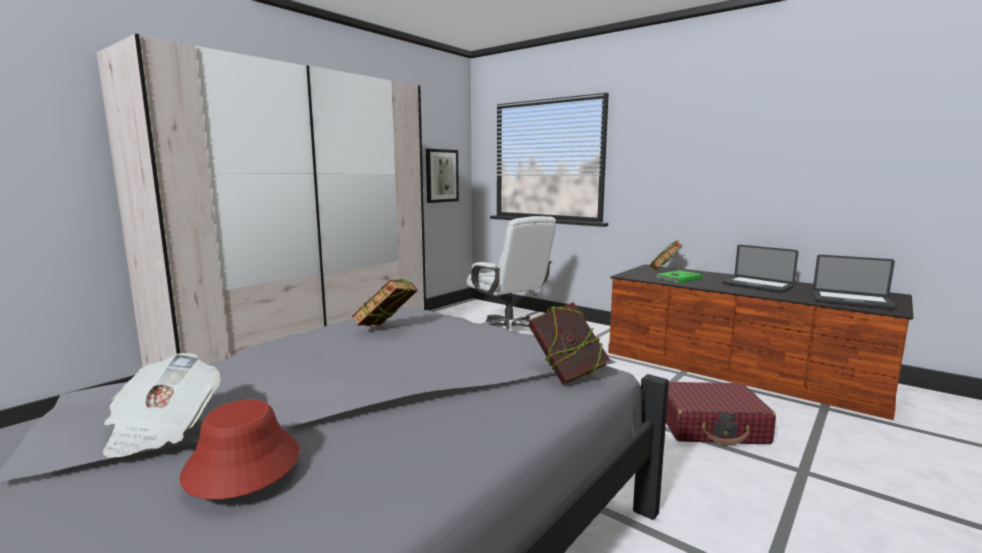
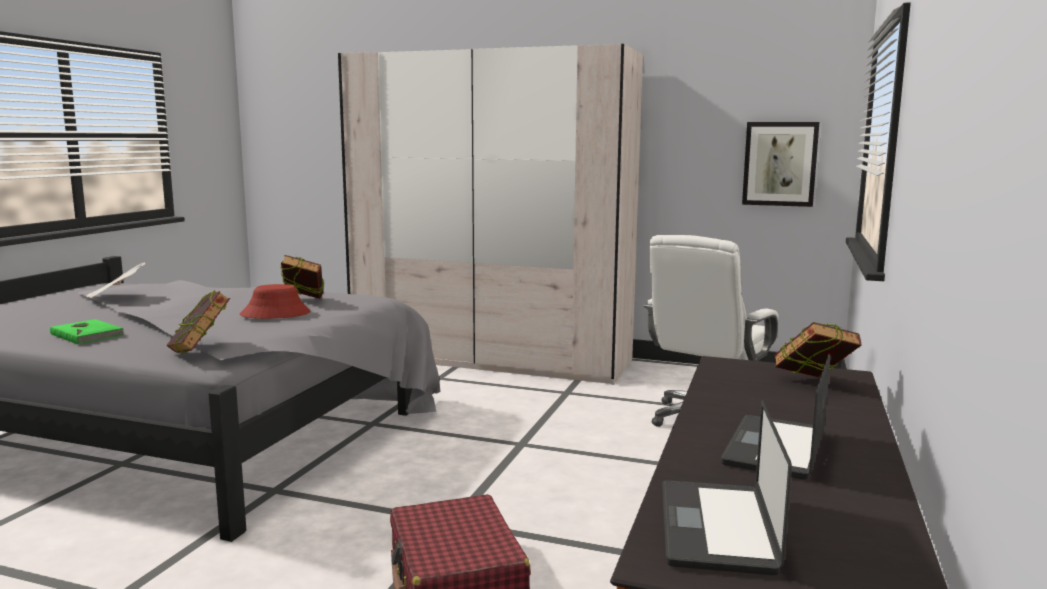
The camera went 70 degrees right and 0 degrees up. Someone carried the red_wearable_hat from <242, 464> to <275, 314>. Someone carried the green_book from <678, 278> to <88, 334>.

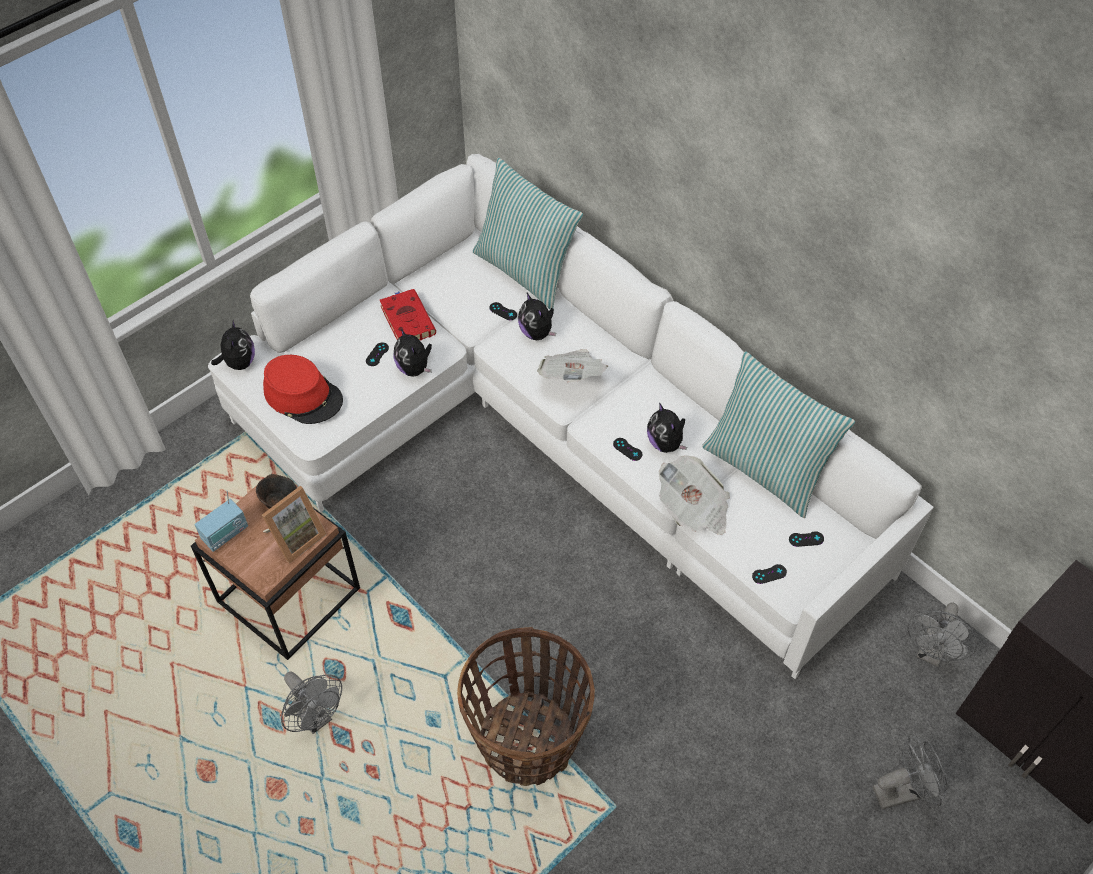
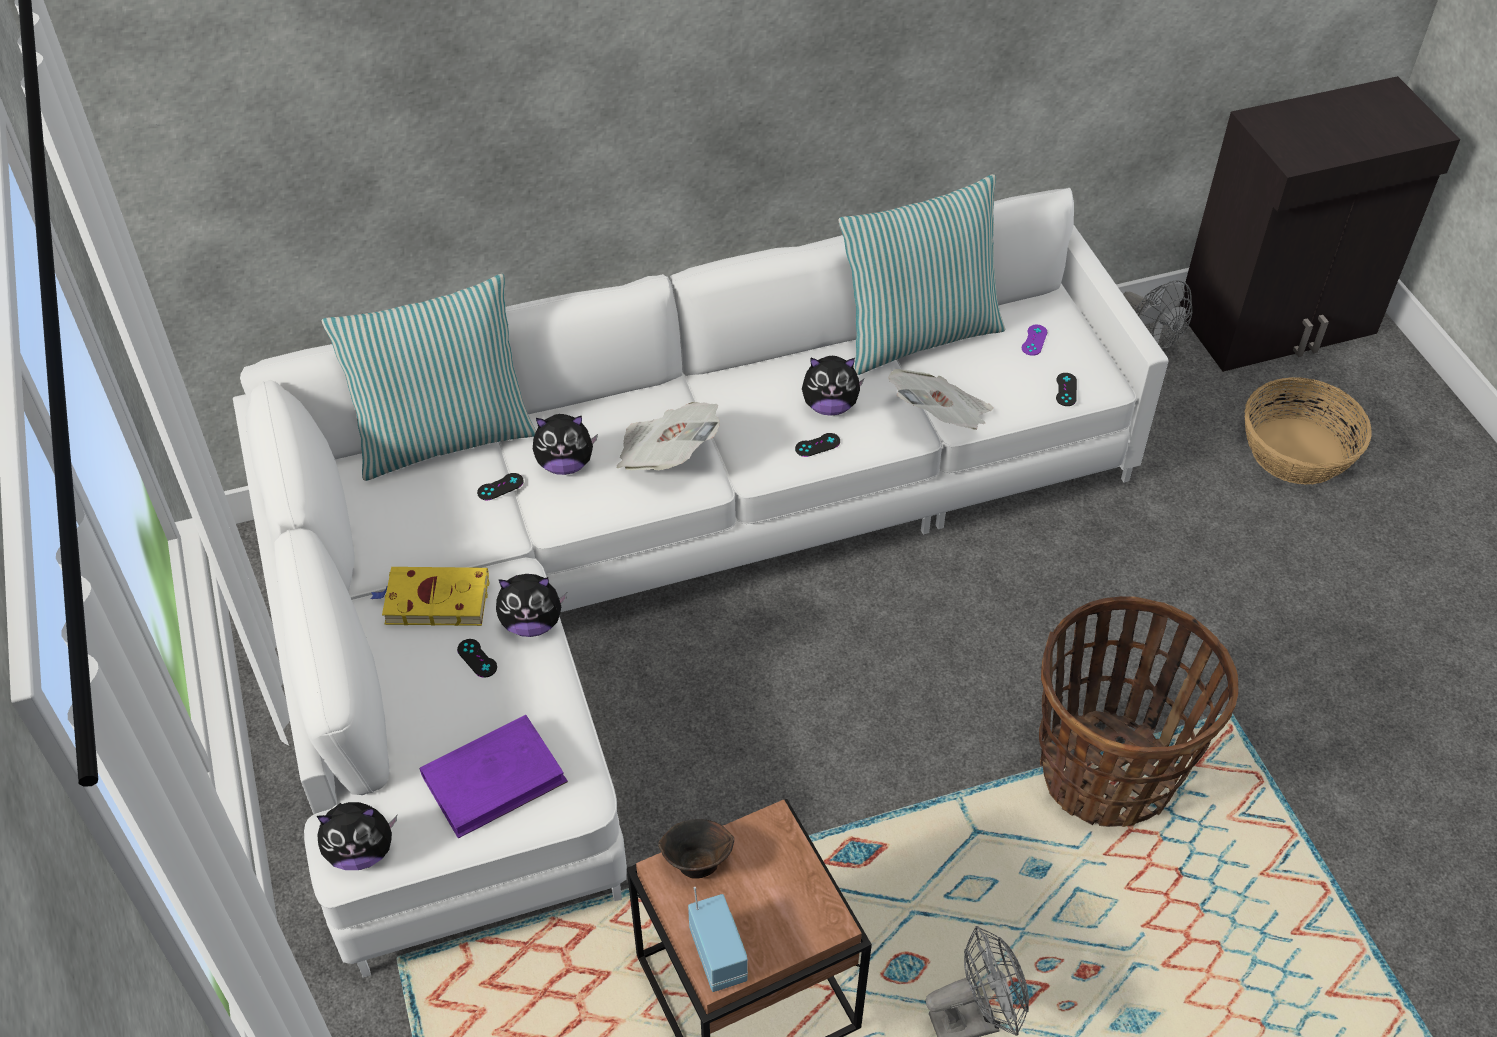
The camera went 65 degrees left and 5 degrees down. Someone rotated the soft_toy at <239, 362> by 150 degrees clockwise. Someone took away the picture_frame at <295, 537>. Someone swapped the red_wearable_hat at <303, 396> for the purple_book at <494, 779>. Someone repainted the red_book at <406, 319>, which became the yellow-coloured_book at <433, 601>. Someone repainted the black-coloured_joypad at <806, 539>, which became the purple_joypad at <1034, 340>. Someone swapped the gray_fan at <902, 790> for the storage_basket at <1296, 451>.

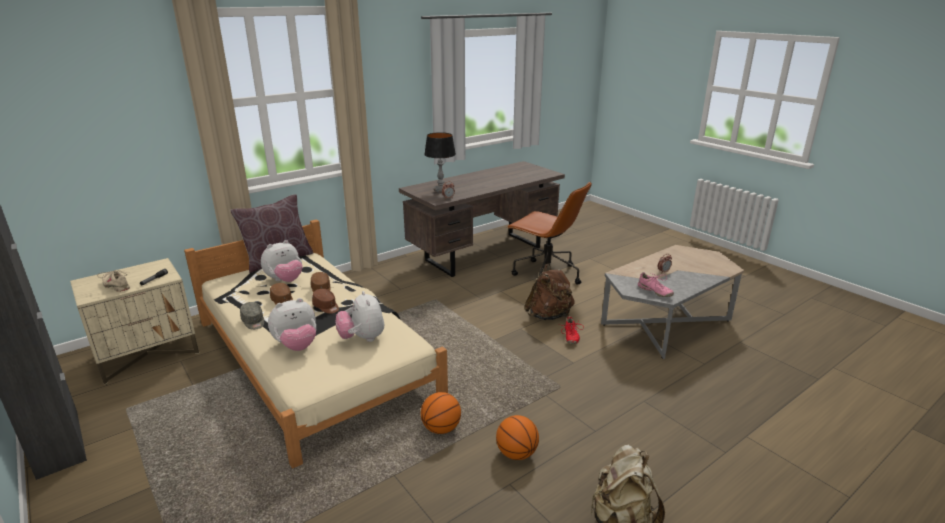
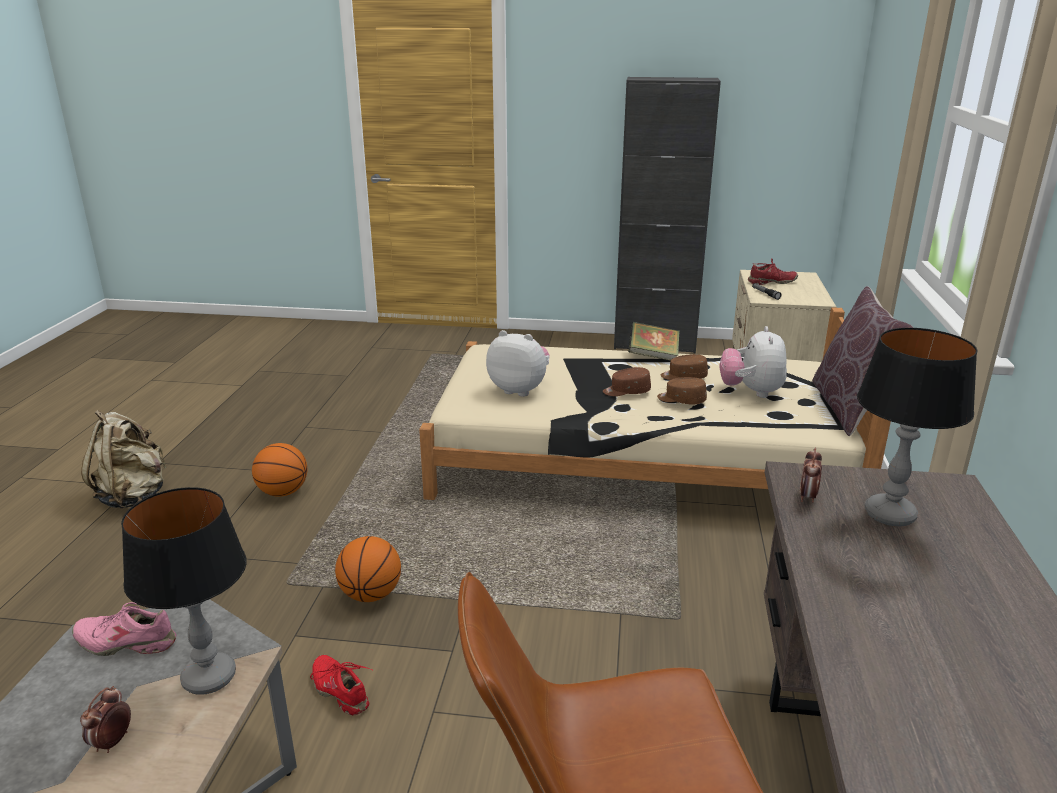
The camera went 135 degrees right and 0 degrees up. Someone repainted the beige-coloured_item_of_footwear at <117, 285>, which became the red_item_of_footwear at <772, 282>. Someone swapped the gray_peaked_cap at <253, 321> for the book at <653, 356>. Someone took away the soft_toy at <297, 346>. Someone carried the basketball_ball from <441, 428> to <371, 594>. Someone took away the brownish_backpack at <549, 316>. Someone put down the lamp_for_a_table at <208, 678>.

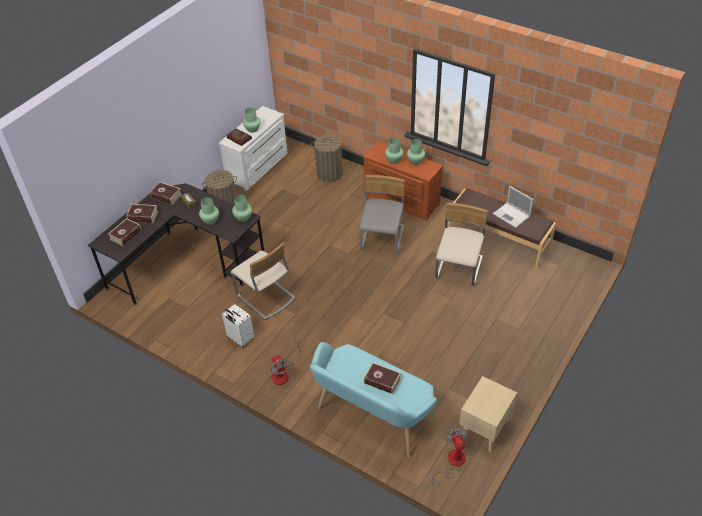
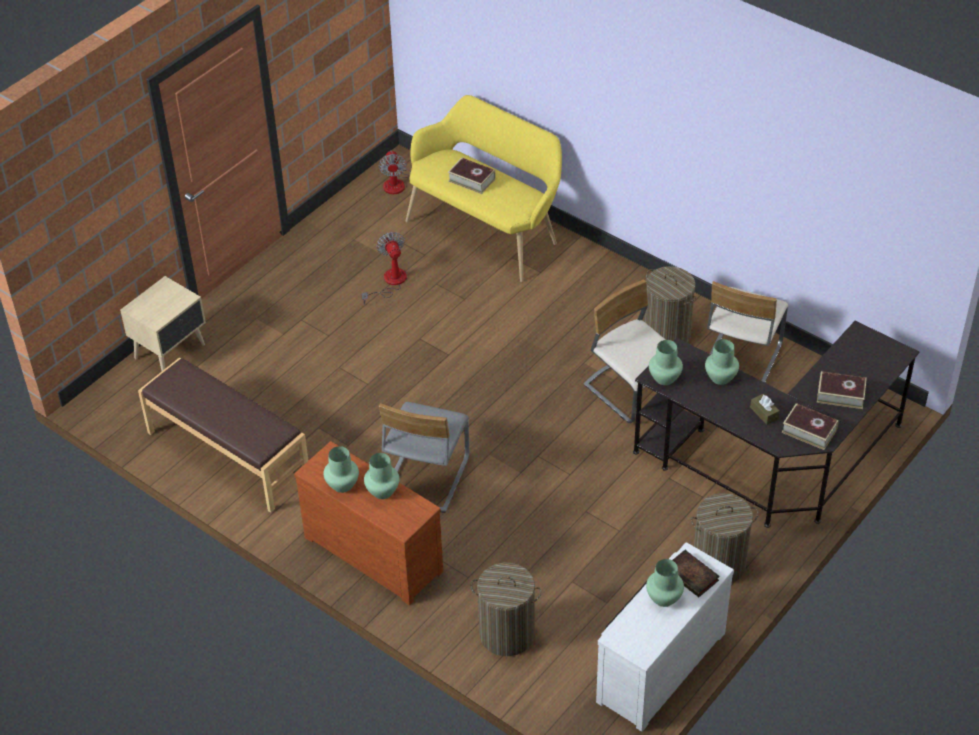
The camera went 175 degrees left and 0 degrees up. Someone took away the book at <125, 235>. Someone swapped the white_suitcase at <240, 339> for the hamper at <667, 333>. Someone carried the fan from <283, 373> to <390, 282>. Someone repainted the turquoise-coloured_indoor_bench at <372, 418>, which became the yellow-coloured_indoor_bench at <487, 230>. Someone carried the beige-coloured_chair from <459, 268> to <740, 360>. Someone carried the beige-coloured_bedside_table from <484, 429> to <171, 351>. Someone took away the portable_computer at <512, 215>.

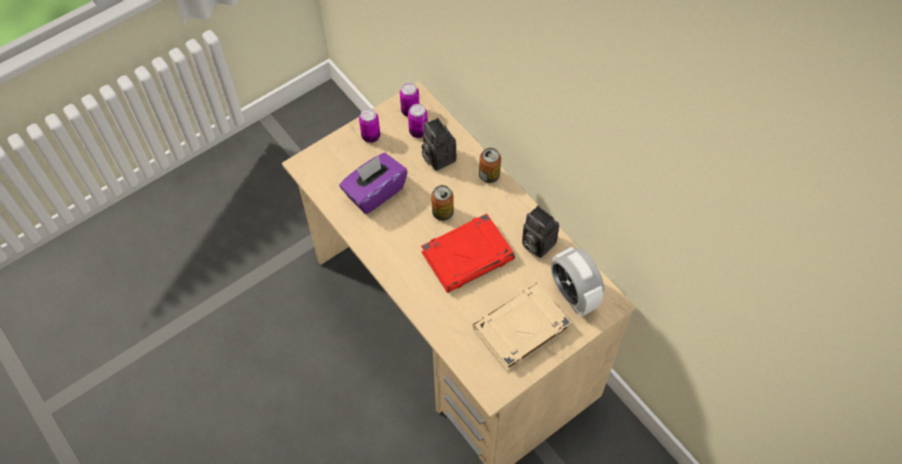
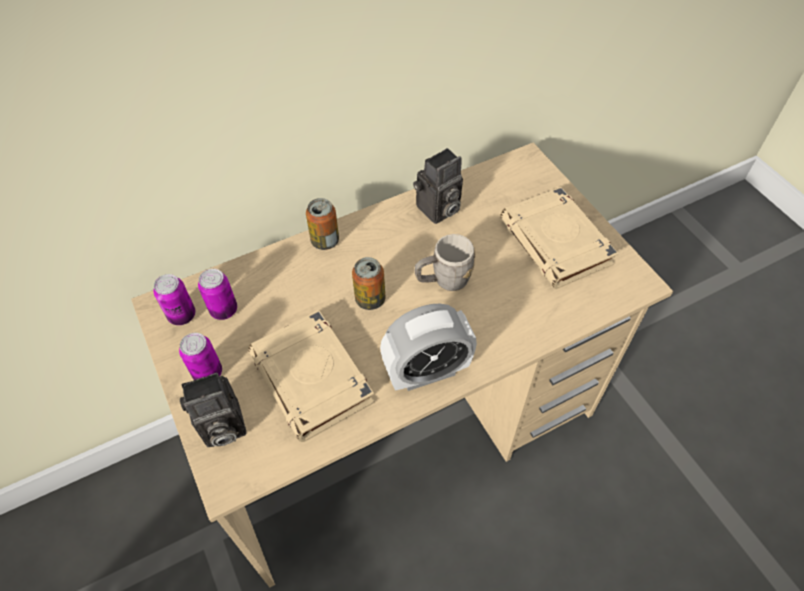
The camera went 80 degrees left and 5 degrees down. Someone swapped the purple_tissue_holder at <374, 192> for the beige-coloured_book at <313, 379>. Someone swapped the red_book at <468, 255> for the gray_coffee_mug at <443, 280>. Someone carried the still_camera from <437, 157> to <221, 428>. Someone carried the alarm_clock from <573, 295> to <427, 372>.

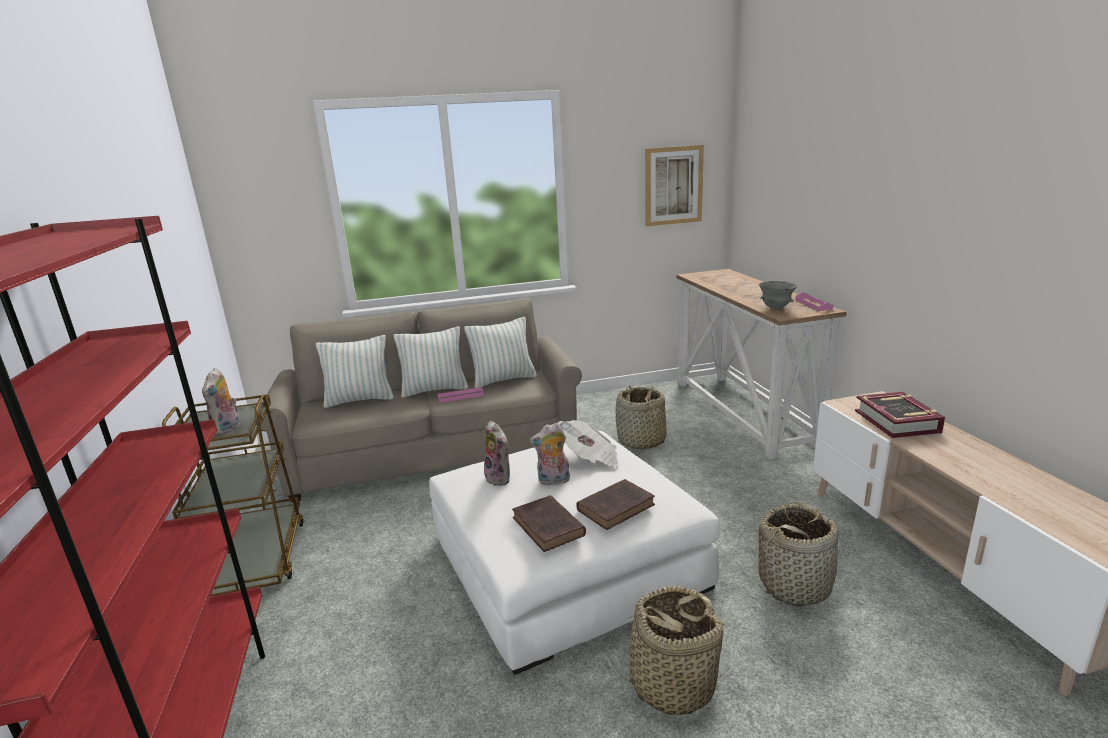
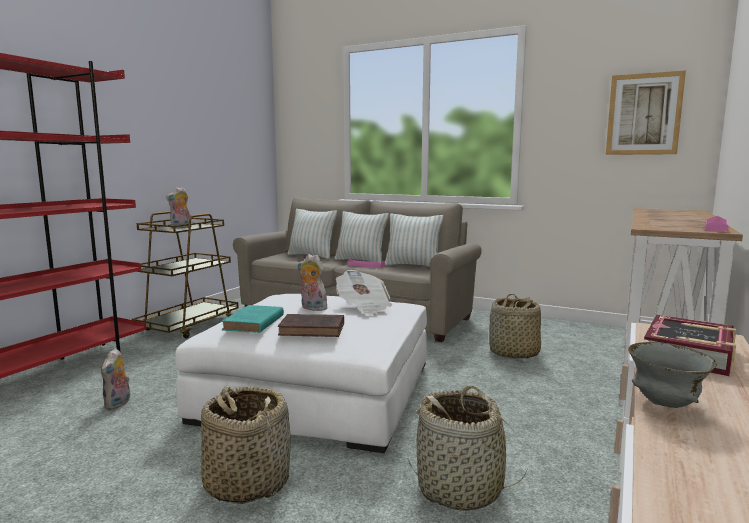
The camera went 40 degrees right and 10 degrees down. Someone carried the soft_toy from <500, 478> to <118, 404>. Someone repainted the brownish_book at <549, 528>, which became the turquoise-coloured_book at <253, 323>. Someone carried the gray_bowl from <775, 308> to <664, 405>.

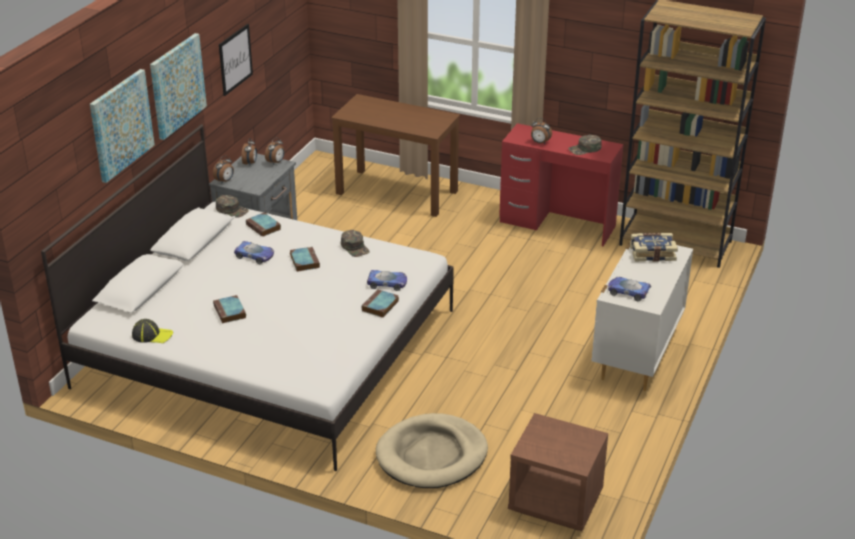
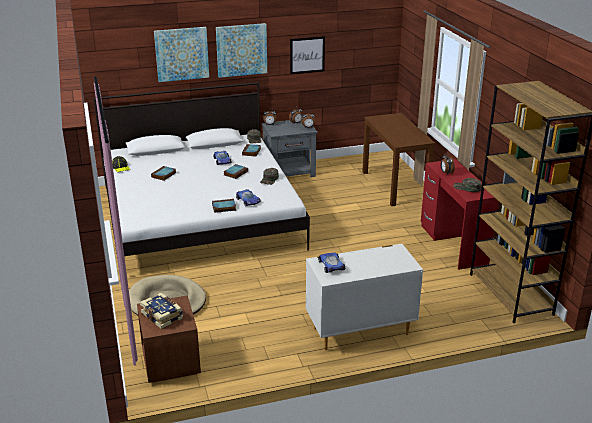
The camera went 50 degrees right and 5 degrees down. Someone carried the book from <652, 253> to <163, 315>.

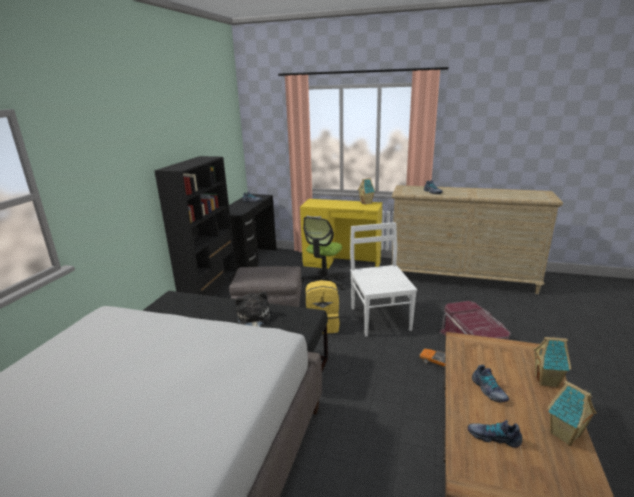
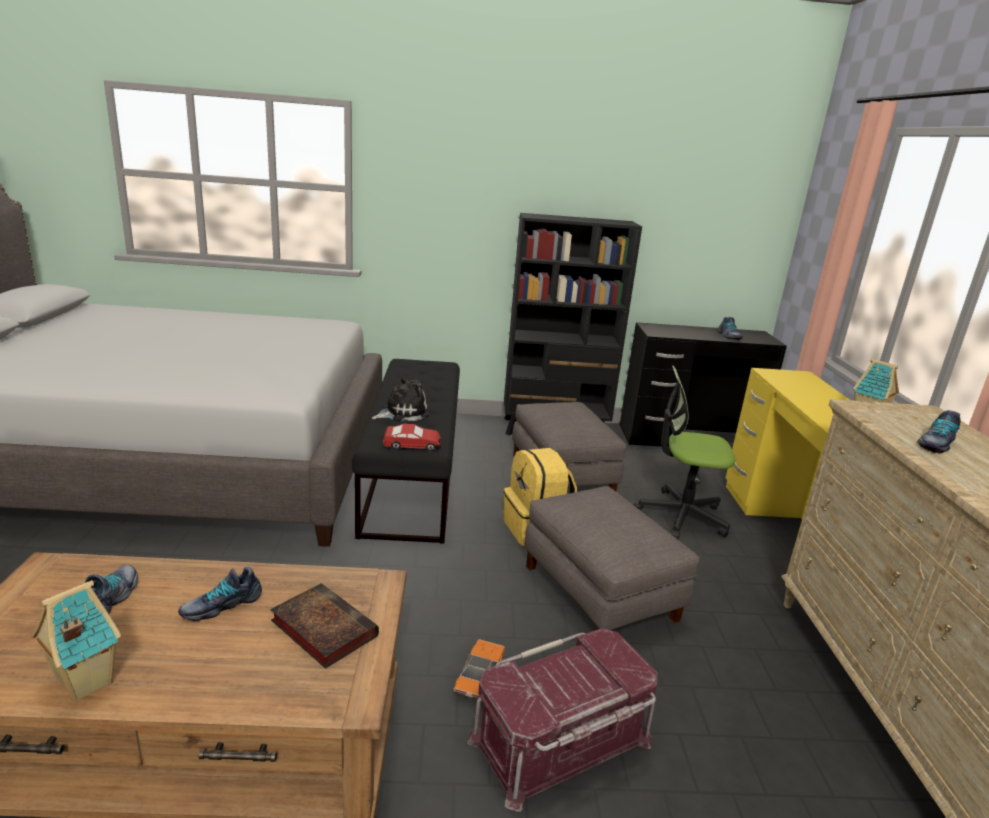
The camera went 70 degrees right and 0 degrees up. Someone swapped the white_chair at <380, 317> for the gray_footrest at <601, 592>. Someone took away the model_house at <547, 381>. Someone put down the book at <321, 628>. Someone put down the model_car at <412, 445>.

